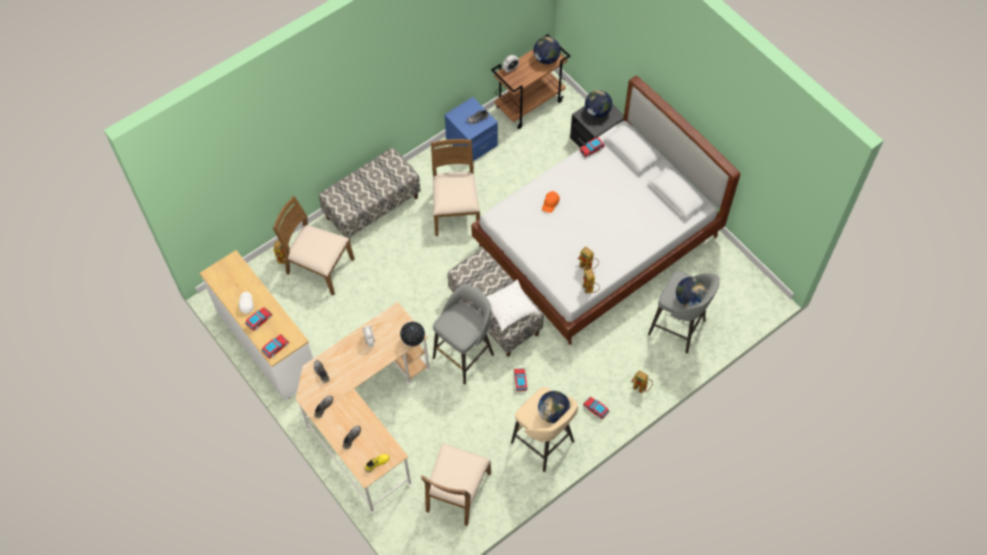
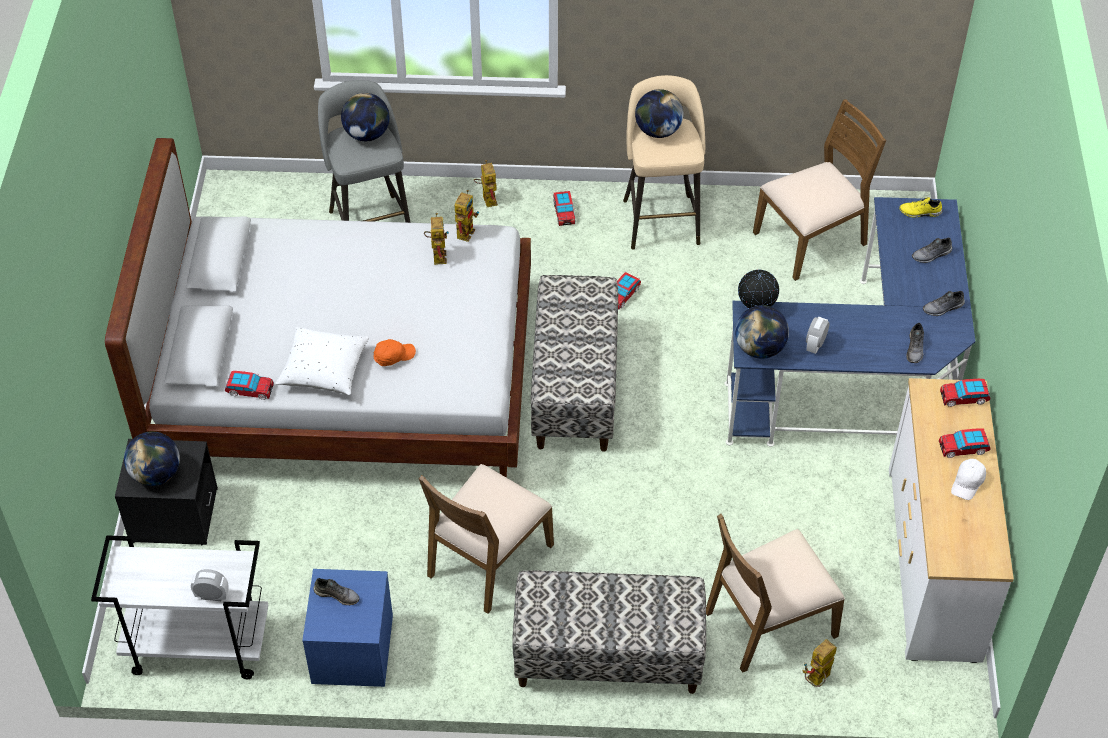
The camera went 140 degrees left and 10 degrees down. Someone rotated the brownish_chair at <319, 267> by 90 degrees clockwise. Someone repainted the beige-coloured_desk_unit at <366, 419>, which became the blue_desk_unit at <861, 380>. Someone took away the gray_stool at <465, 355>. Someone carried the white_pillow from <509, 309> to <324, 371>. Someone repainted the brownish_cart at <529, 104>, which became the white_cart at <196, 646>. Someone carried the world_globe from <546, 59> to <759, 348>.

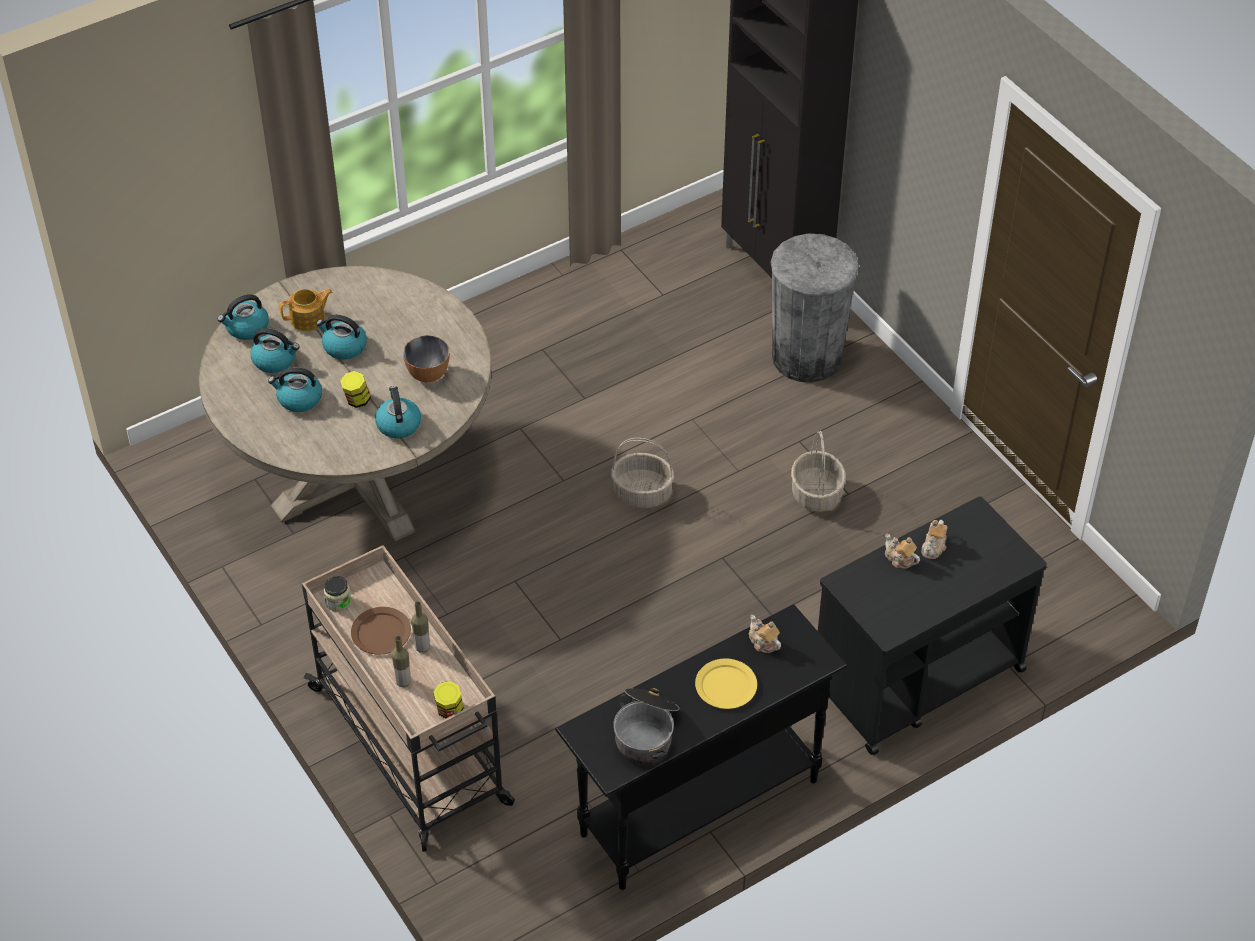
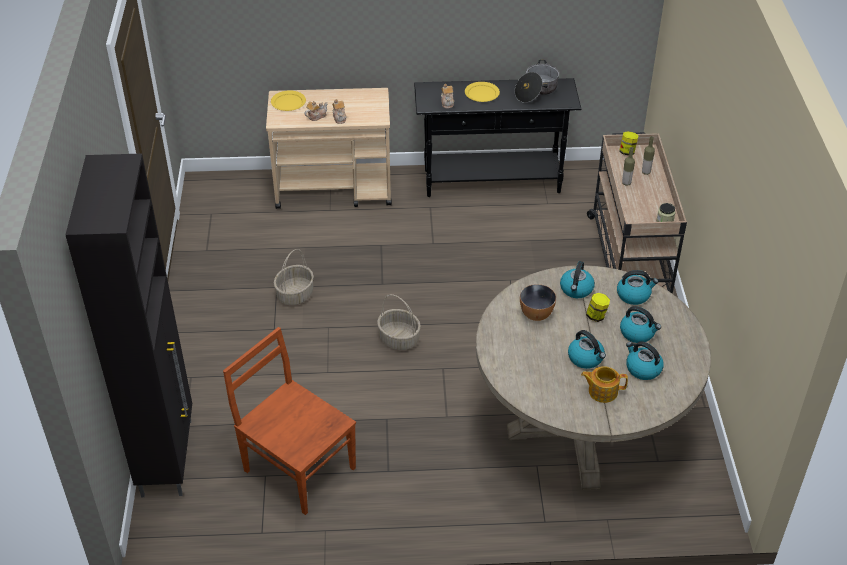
The camera went 150 degrees left and 5 degrees down. Someone carried the water_kettle from <246, 328> to <634, 295>. Someone took away the brownish_plate at <380, 632>. Someone took away the gray_trash_can at <807, 357>. Someone repainted the black-coloured_cart at <916, 679>, which became the beige-coloured_cart at <334, 189>. Someone put down the brownish_chair at <297, 467>. Someone put down the yellow-coloured_plate at <288, 102>.

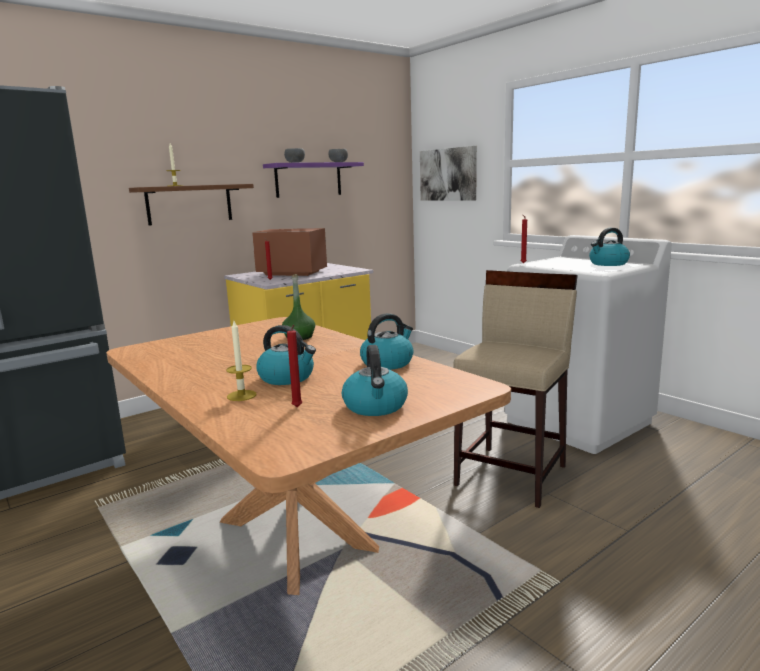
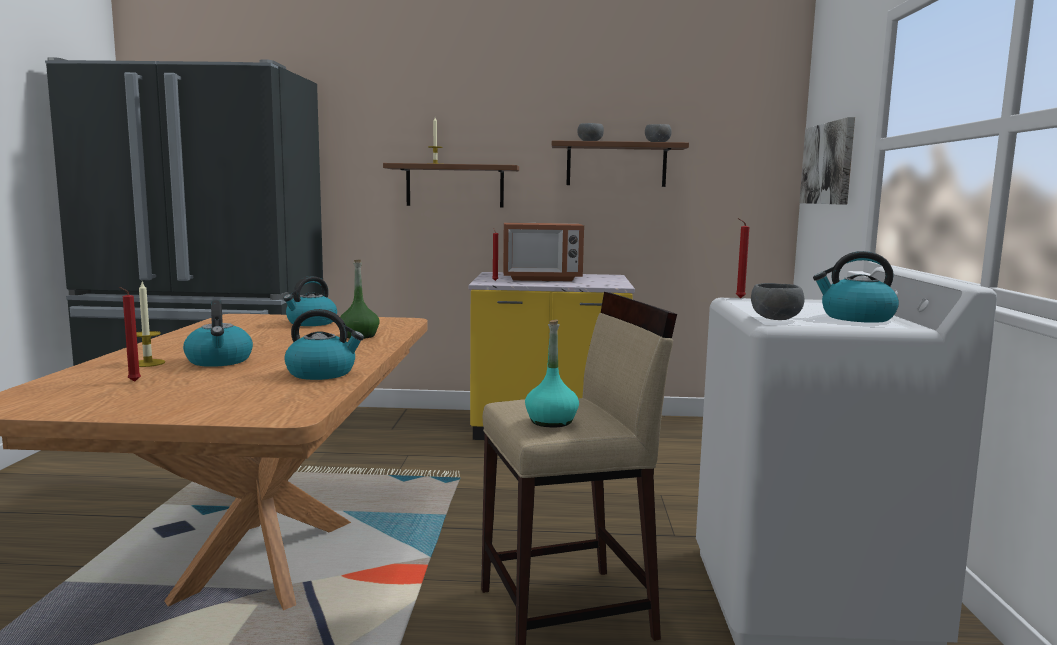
The camera went 40 degrees right and 5 degrees down. Someone rotated the microwave at <292, 273> by 120 degrees clockwise. Someone repainted the purple_shelf at <308, 180>, which became the brownish_shelf at <616, 165>. Someone carried the water_kettle from <375, 406> to <311, 323>. Someone put down the turquoise-coloured_drink_bottle at <551, 421>. Someone put down the gray_bowl at <774, 319>.

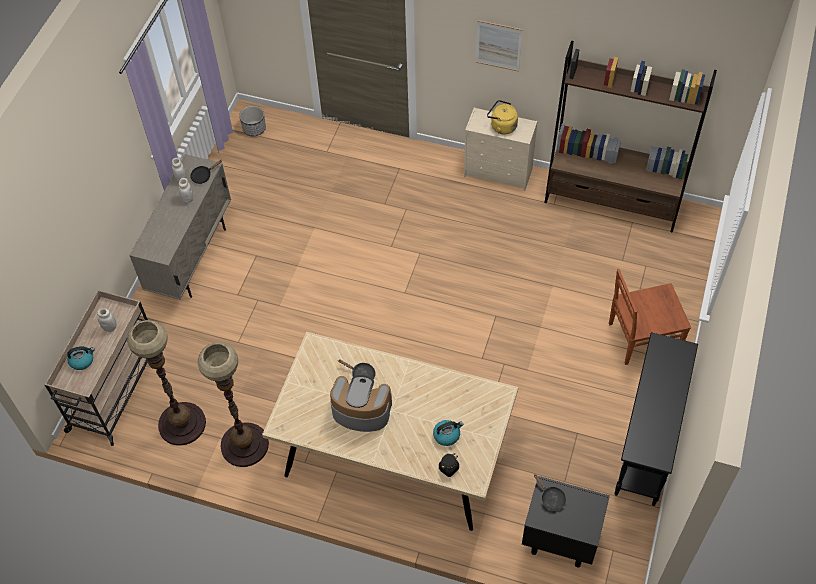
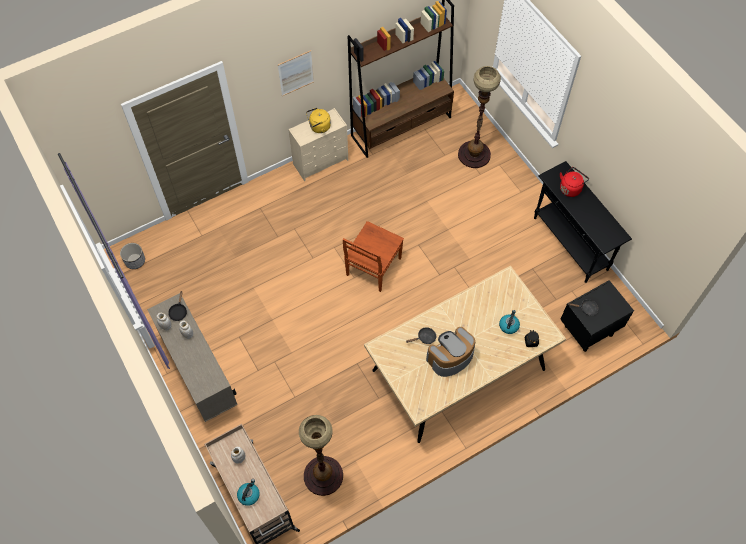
The camera went 50 degrees left and 5 degrees up. Someone carried the standing_lamp from <244, 445> to <474, 154>. Someone carried the brownish_chair from <641, 338> to <373, 267>. Someone put down the red_water_kettle at <570, 188>.

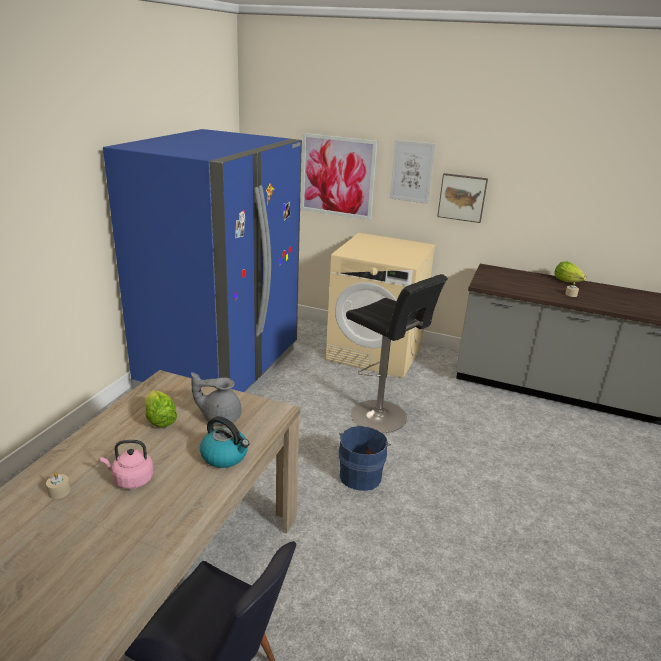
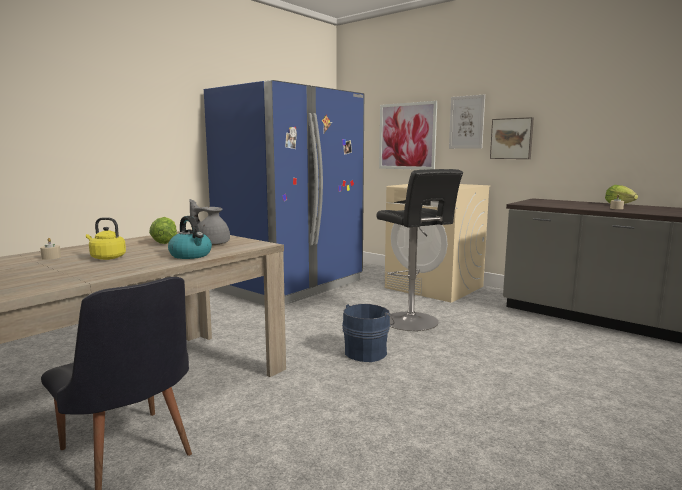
The camera went 20 degrees right and 15 degrees down. Someone repainted the pinkish_water_kettle at <131, 480>, which became the yellow-coloured_water_kettle at <106, 257>.

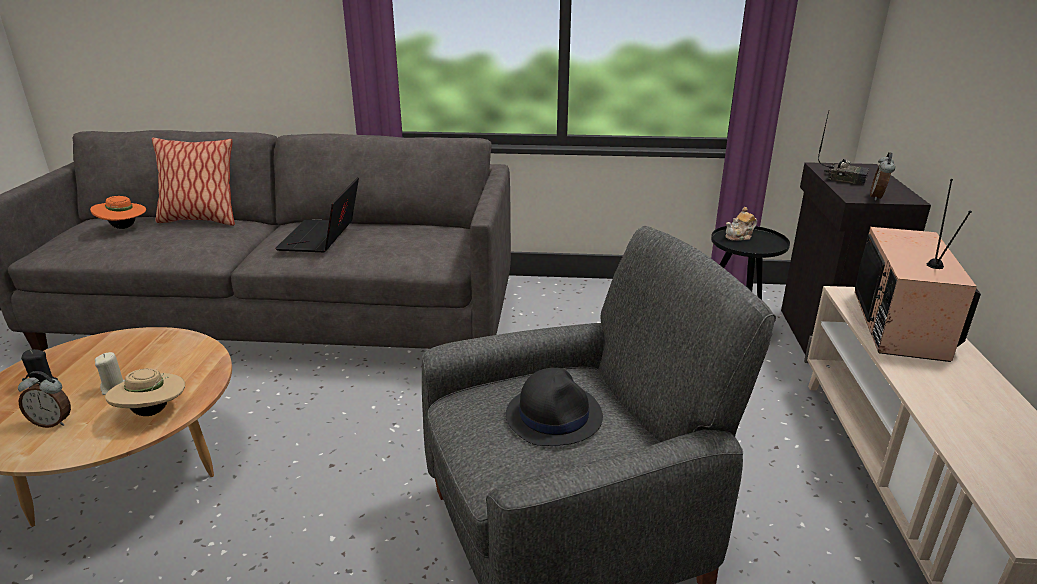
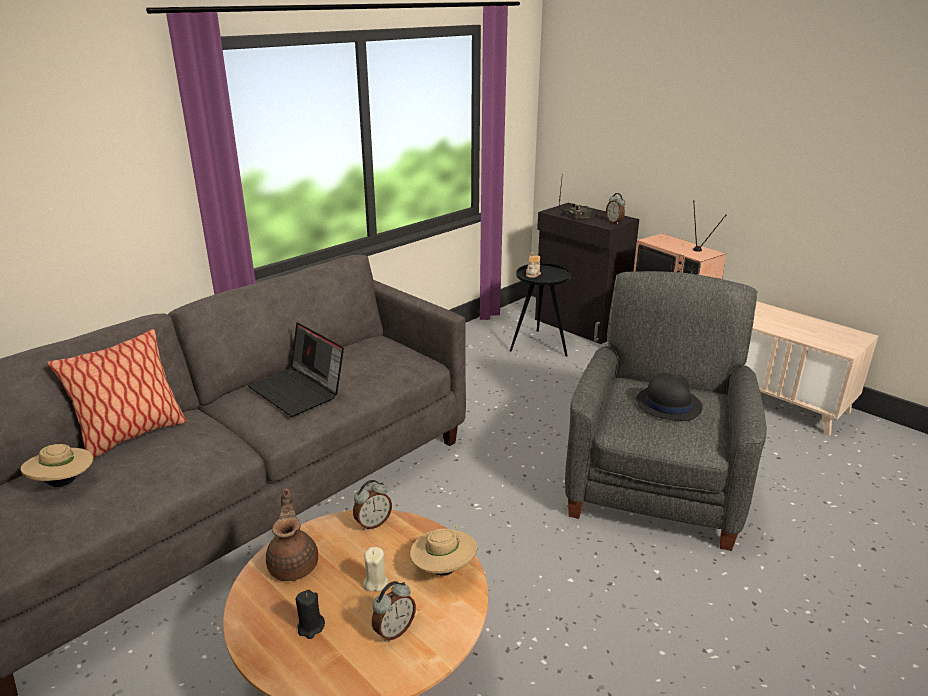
The camera went 50 degrees left and 0 degrees up. Someone repainted the orange_wearable_hat at <124, 228>, which became the beige-coloured_wearable_hat at <64, 483>. Someone put down the brownish_tea_pot at <294, 564>. Someone put down the alarm_clock at <373, 523>.

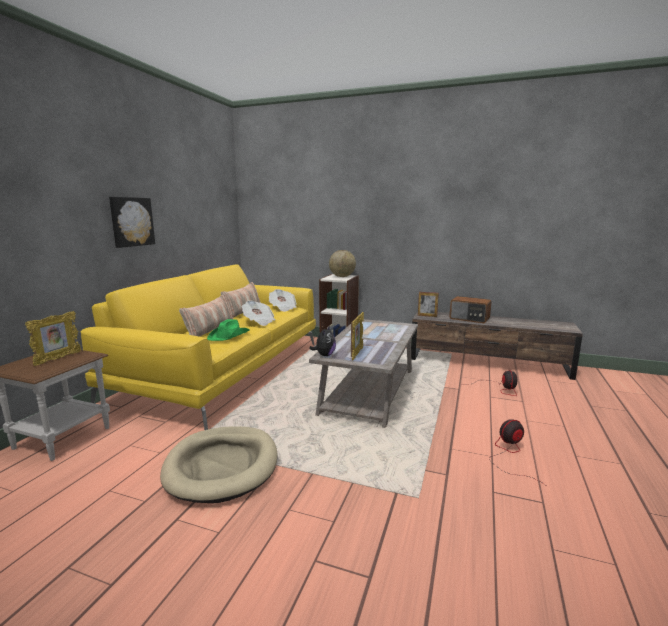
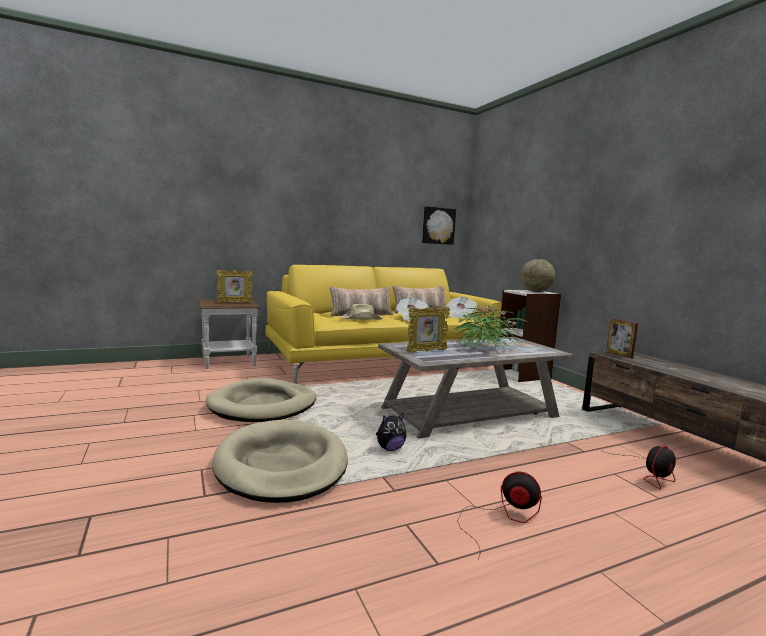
The camera went 45 degrees right and 5 degrees down. Someone carried the wall_picture from <131, 221> to <438, 226>. Someone repainted the green_wearable_hat at <229, 335>, which became the beige-coloured_wearable_hat at <362, 319>. Someone carried the soft_toy from <324, 355> to <390, 449>. Someone took away the radio_set at <469, 319>. Someone put down the beige-coloured_dog_cushion at <281, 465>. Someone put down the plant_in_a_pot at <484, 347>.

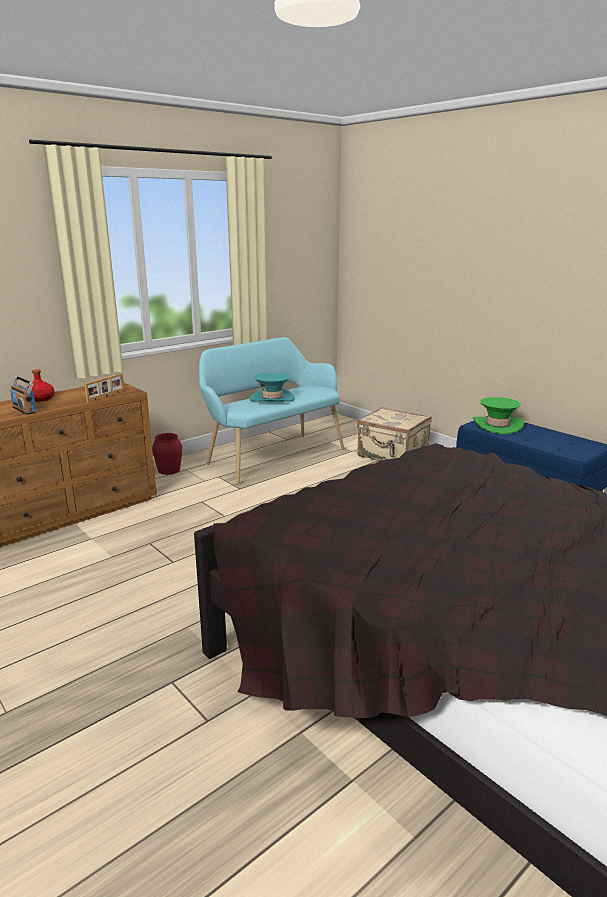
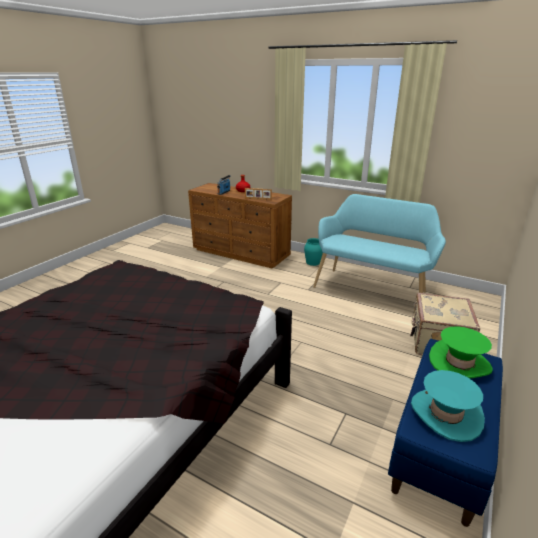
The camera went 70 degrees right and 5 degrees up. Someone repainted the red_vase at <169, 470>, which became the turquoise-coloured_vase at <313, 262>. Someone carried the turquoise-coloured_wearable_hat from <272, 398> to <445, 414>.

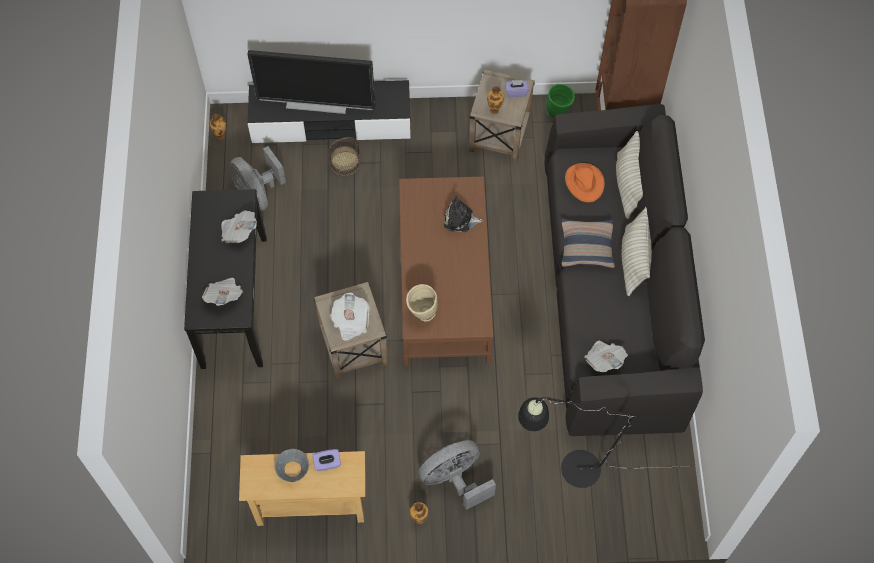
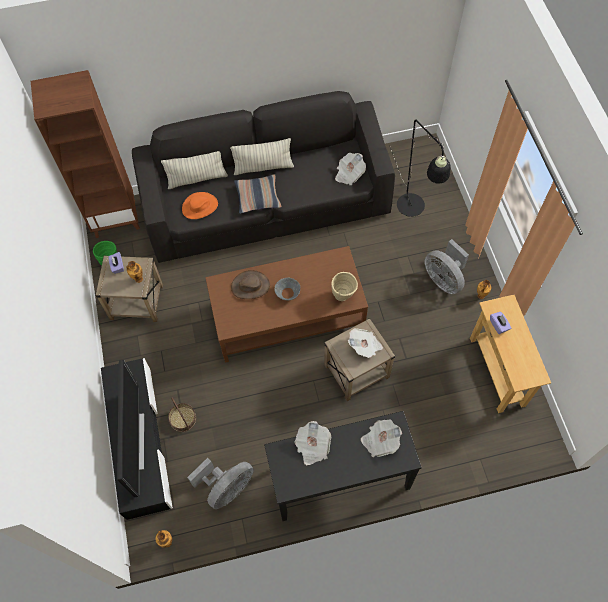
The camera went 100 degrees left and 0 degrees up. Someone carried the gray_bowl from <293, 469> to <288, 293>. Someone swapped the soft_toy at <460, 219> for the brownish_wearable_hat at <250, 286>.

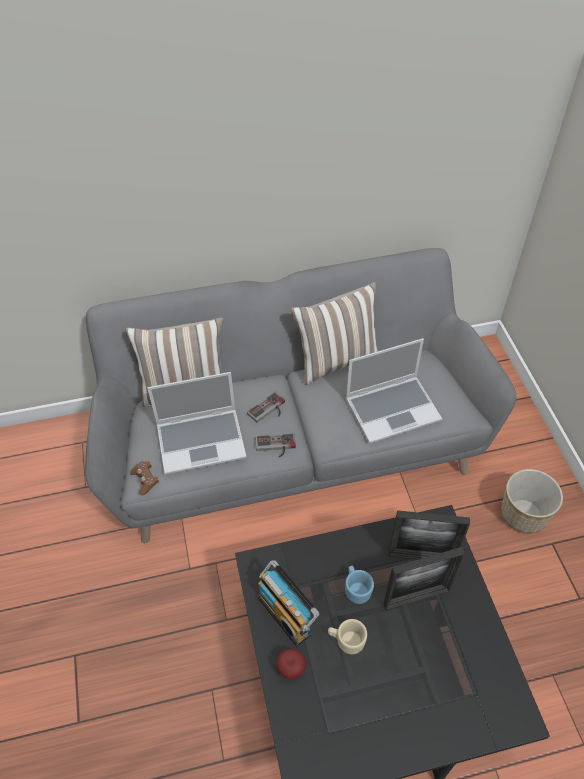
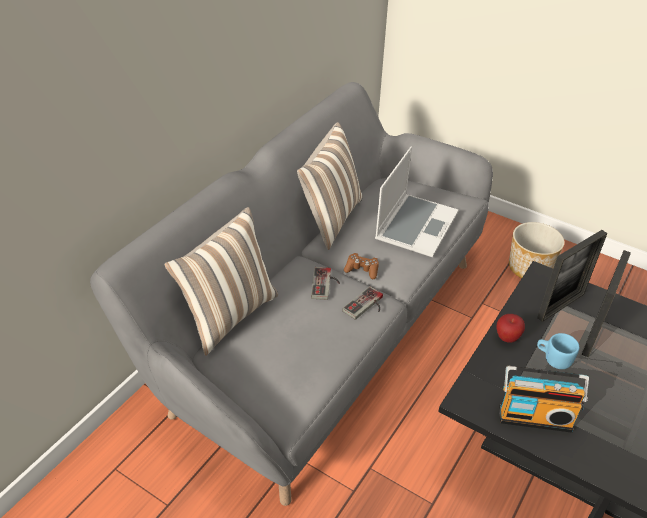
The camera went 45 degrees left and 10 degrees down. Someone carried the brownish_joypad from <145, 480> to <362, 270>. Someone took away the portable_computer at <202, 441>. Someone carried the apple_fruit from <291, 669> to <507, 338>. Someone took away the beige-coloured_coffee_mug at <346, 640>.

